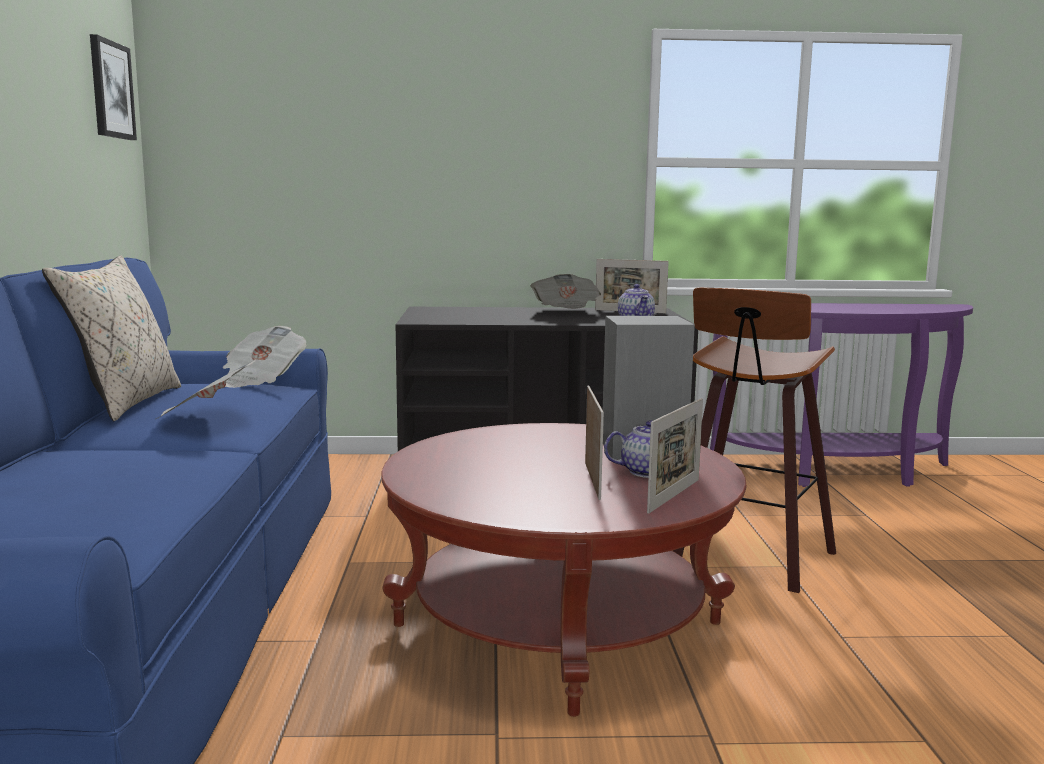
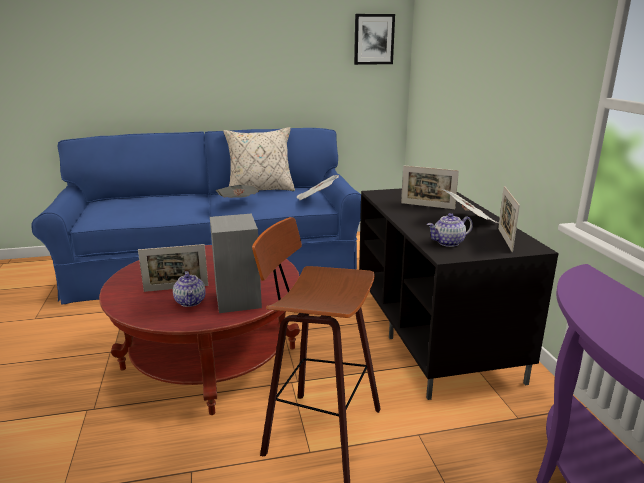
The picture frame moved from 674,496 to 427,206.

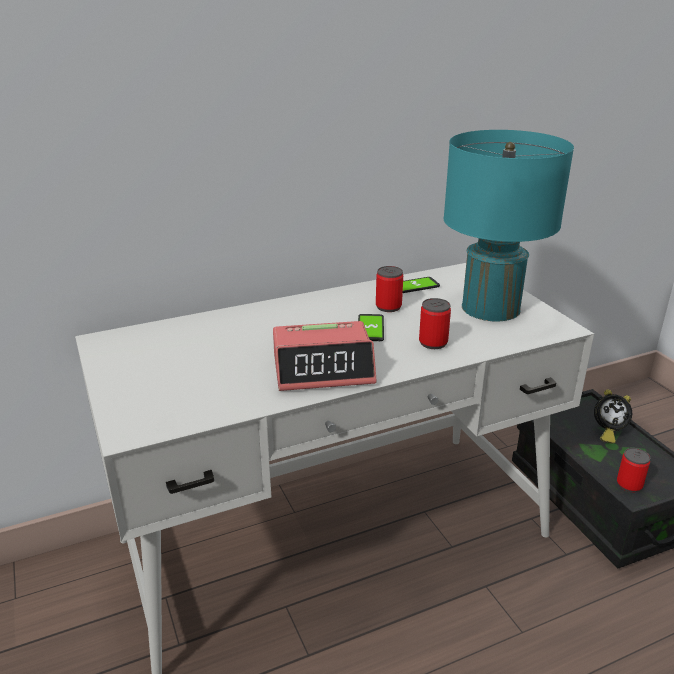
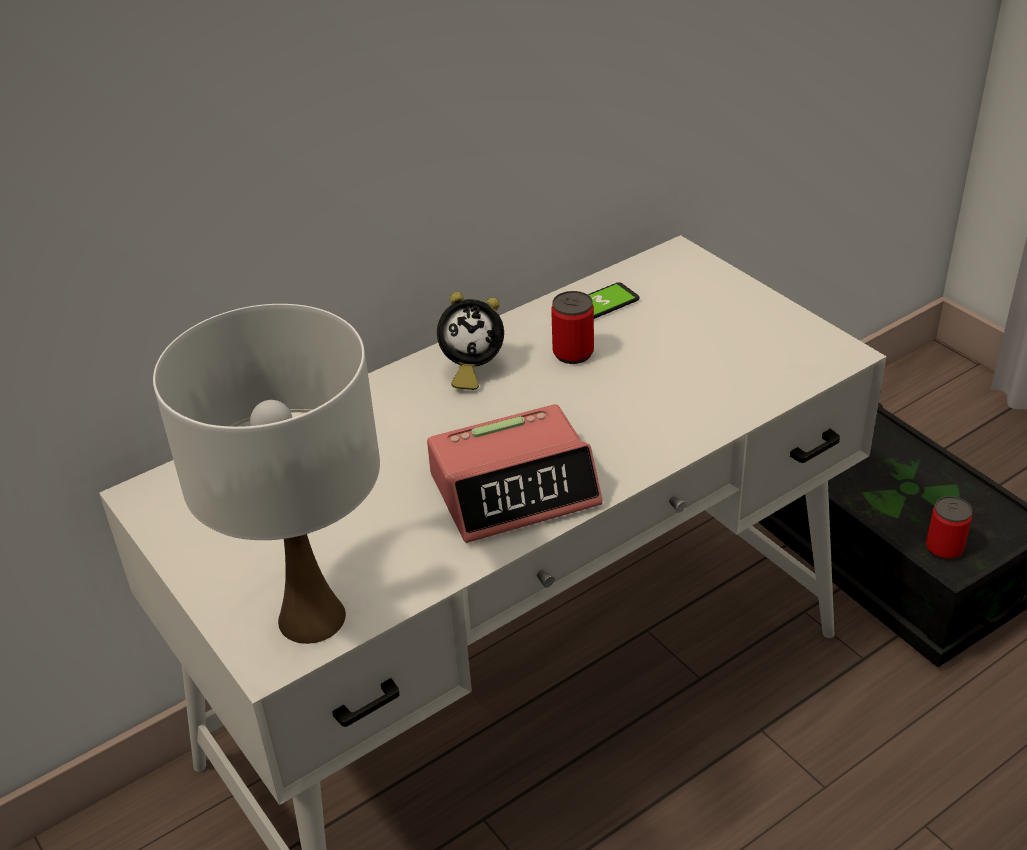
The turquoise table lamp at 490,308 disappeared. The can at 433,343 disappeared. The phone at 370,328 disappeared. The alarm clock moved from 607,432 to 470,370. The white table lamp at 310,618 appeared.

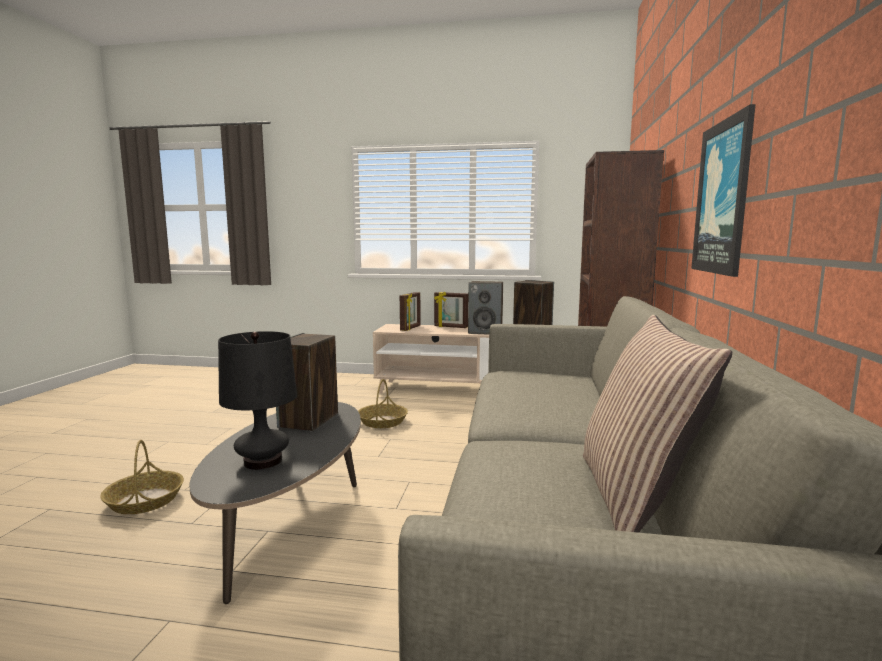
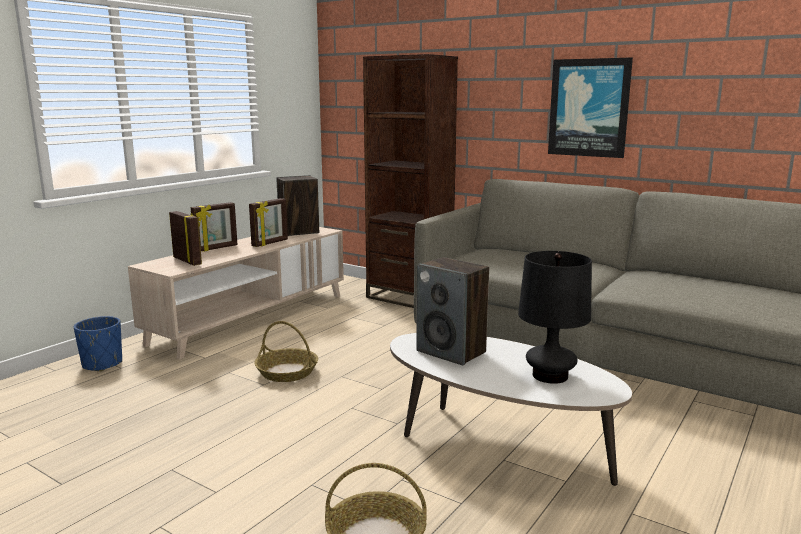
The speaker at 485,332 was replaced by the picture frame at 270,243. The pillow at 635,499 disappeared. The black coffee table at 292,523 became the white coffee table at 497,446. The blue planter at 102,364 appeared.

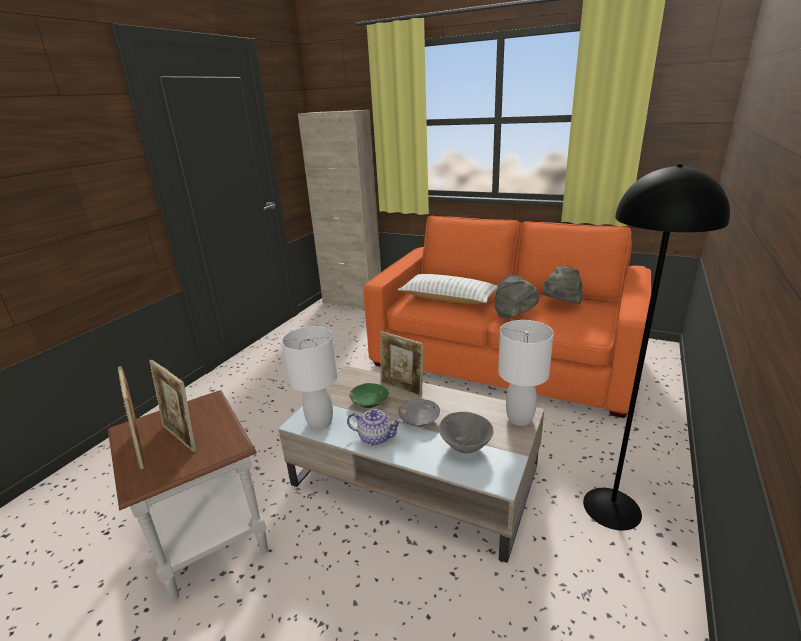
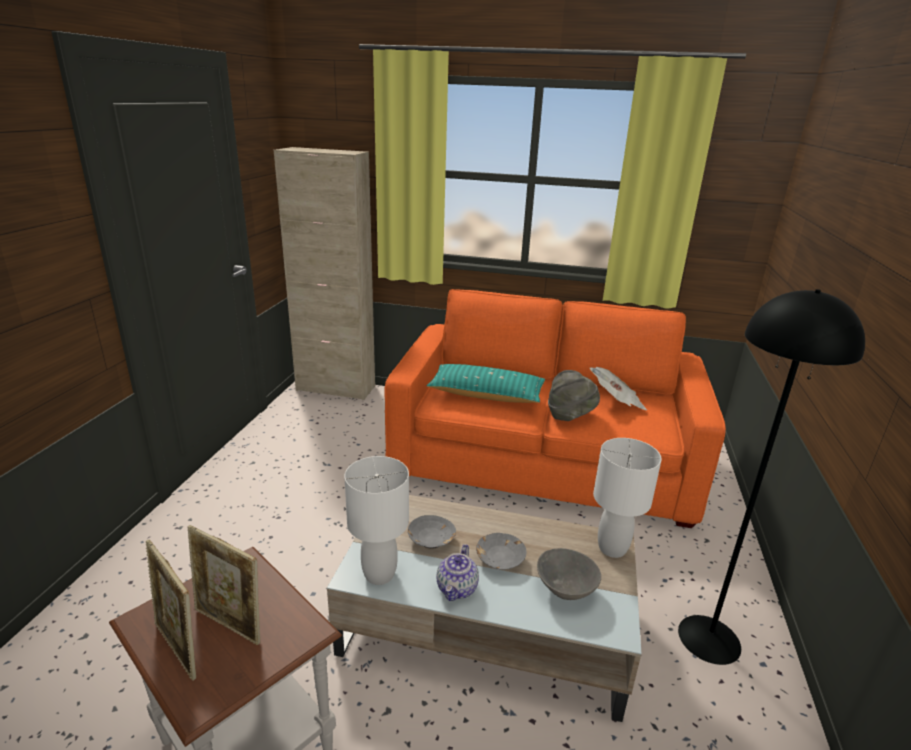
The grey hat at 560,306 was replaced by the newspaper at 616,402. The white pillow at 448,298 became the turquoise pillow at 486,394. The picture frame at 402,389 disappeared. The green bowl at 369,402 became the grey bowl at 431,540. The teapot at 376,437 turned 105 degrees clockwise.

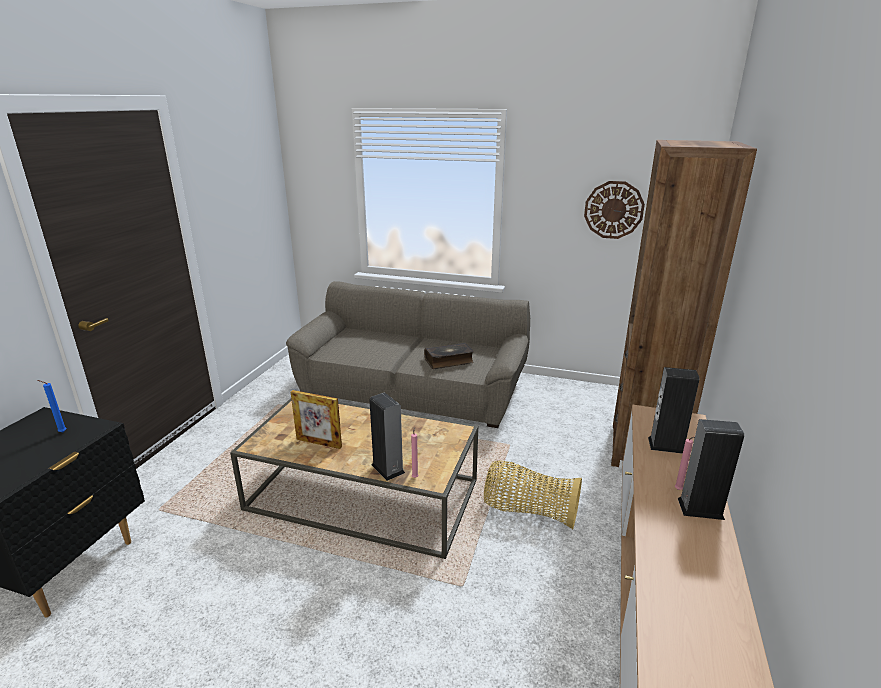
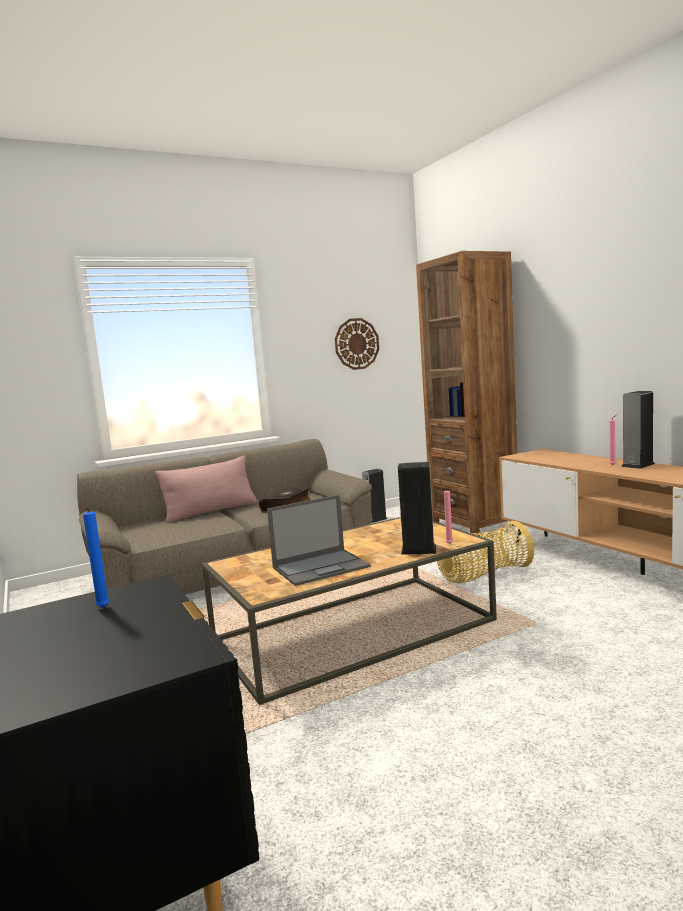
The speaker moved from 666,445 to 375,519. The picture frame at 319,443 was replaced by the laptop at 321,567. The pink pillow at 211,511 appeared.

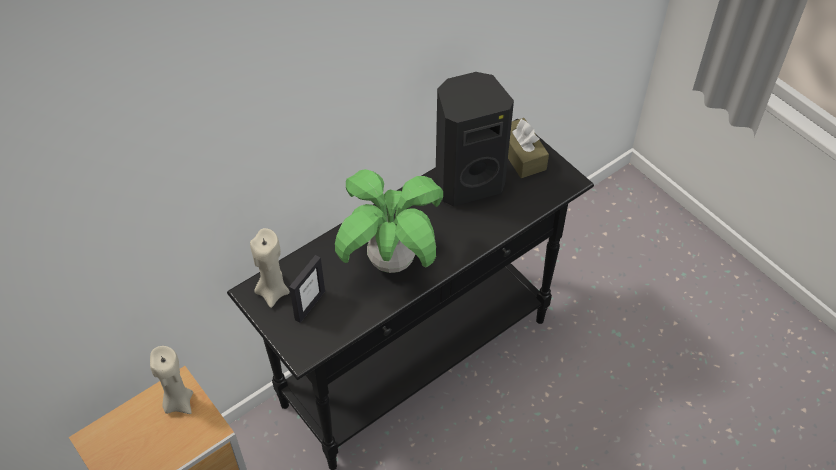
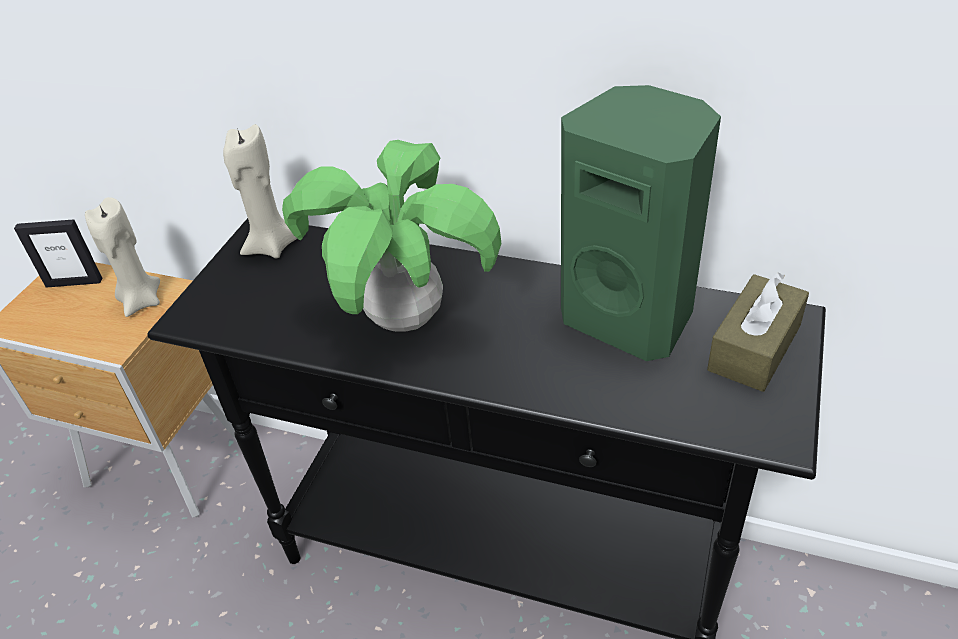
The black speaker at 467,181 became the green speaker at 630,316. The picture frame moved from 309,305 to 74,282.

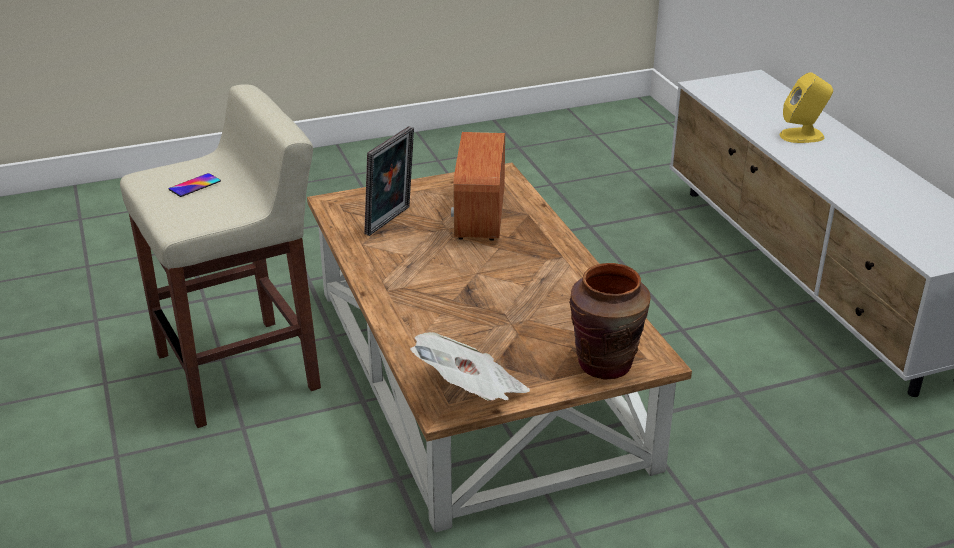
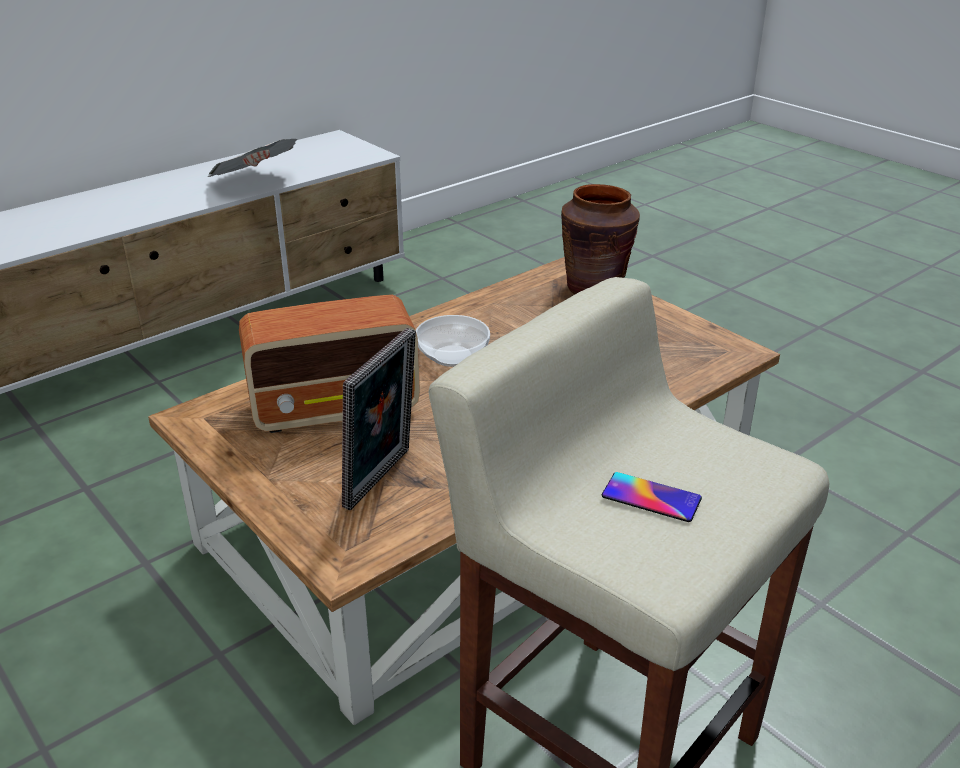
The yellow speaker at 802,136 disappeared. The picture frame at 391,221 turned 105 degrees clockwise. The newspaper moved from 471,392 to 254,182. The bowl at 453,355 appeared.

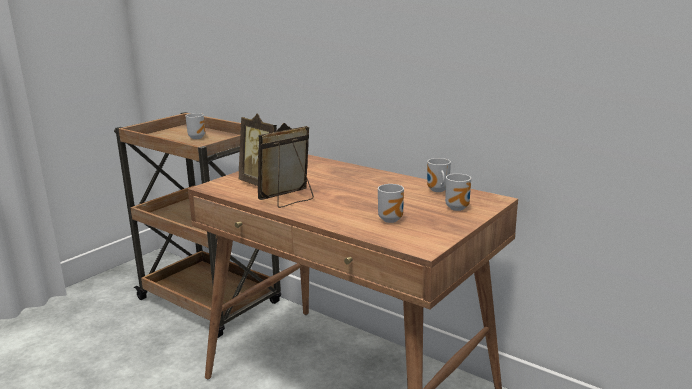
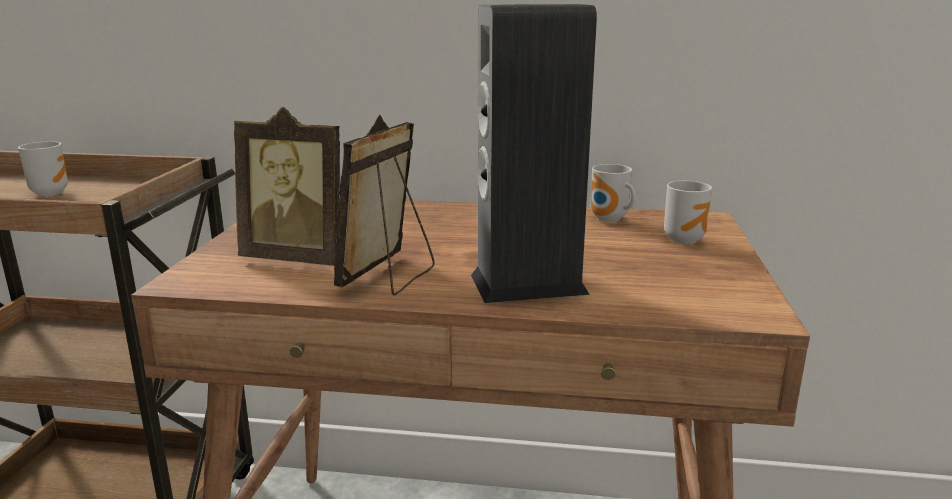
The mug at 392,219 disappeared. The speaker at 528,284 appeared.

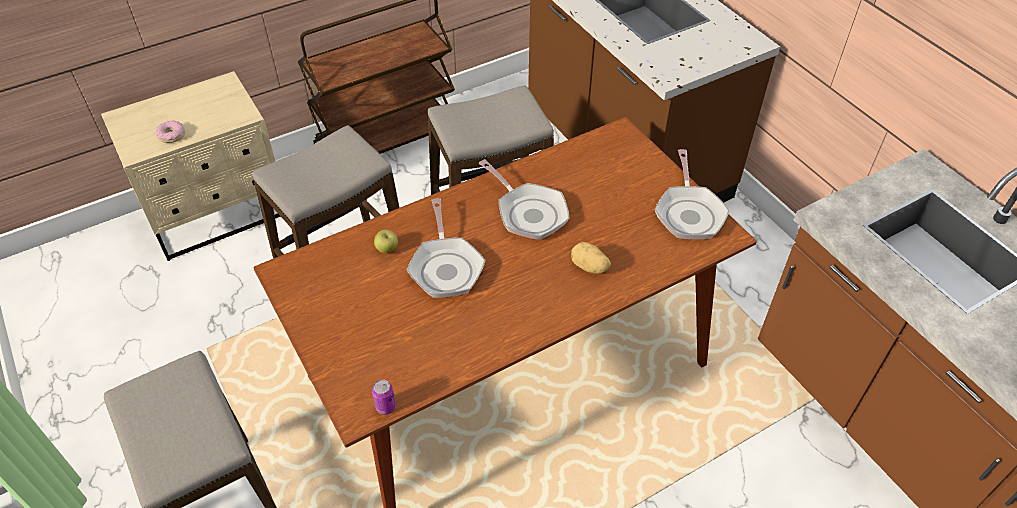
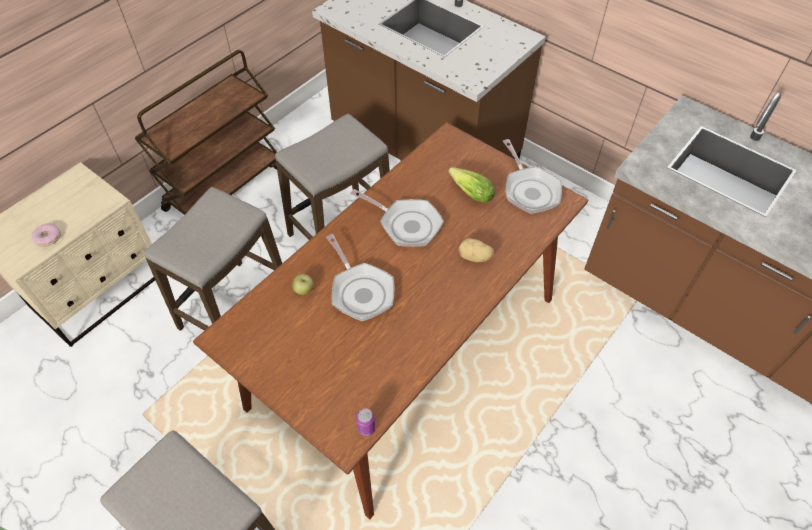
The lettuce at 469,192 appeared.

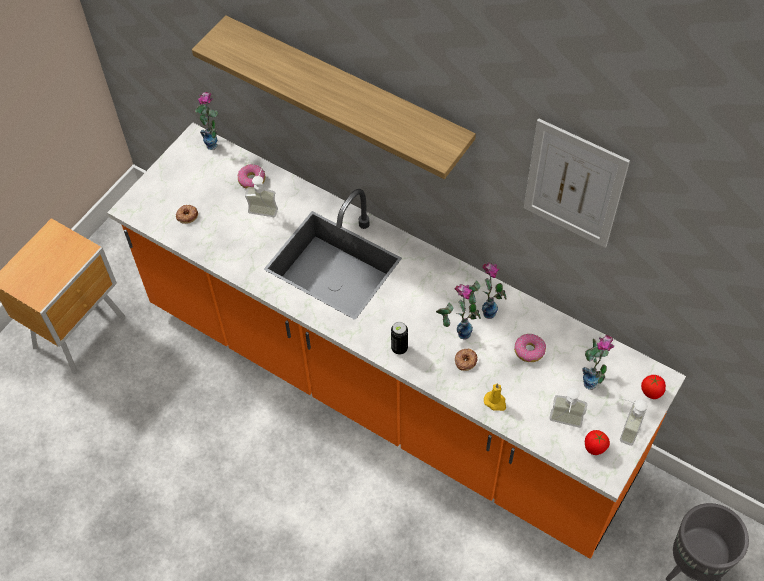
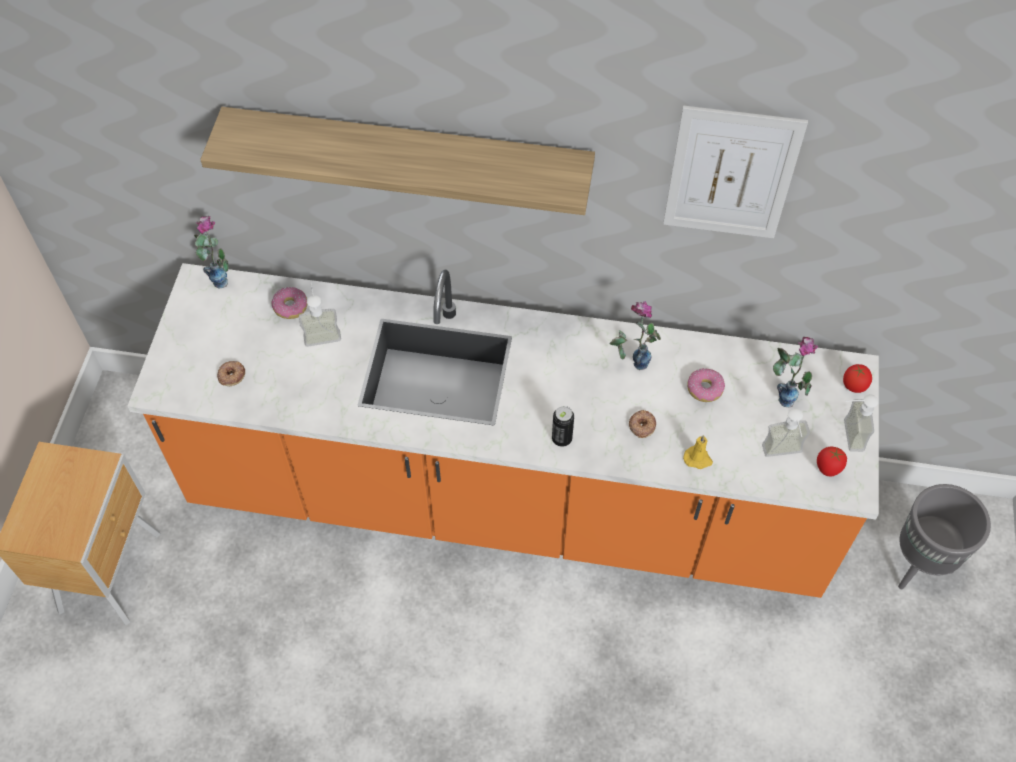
The vase at 456,330 disappeared.

